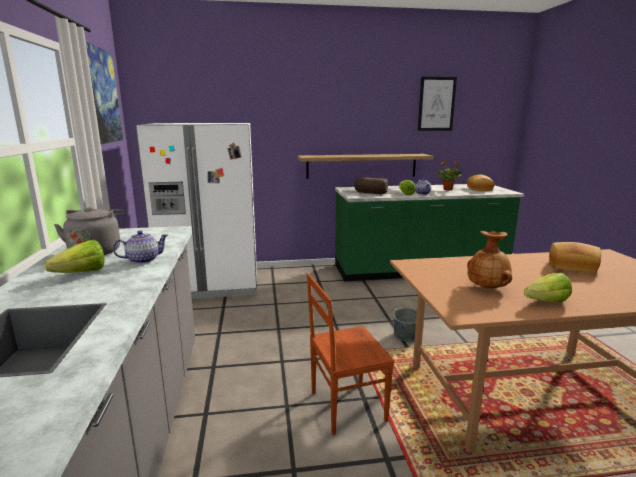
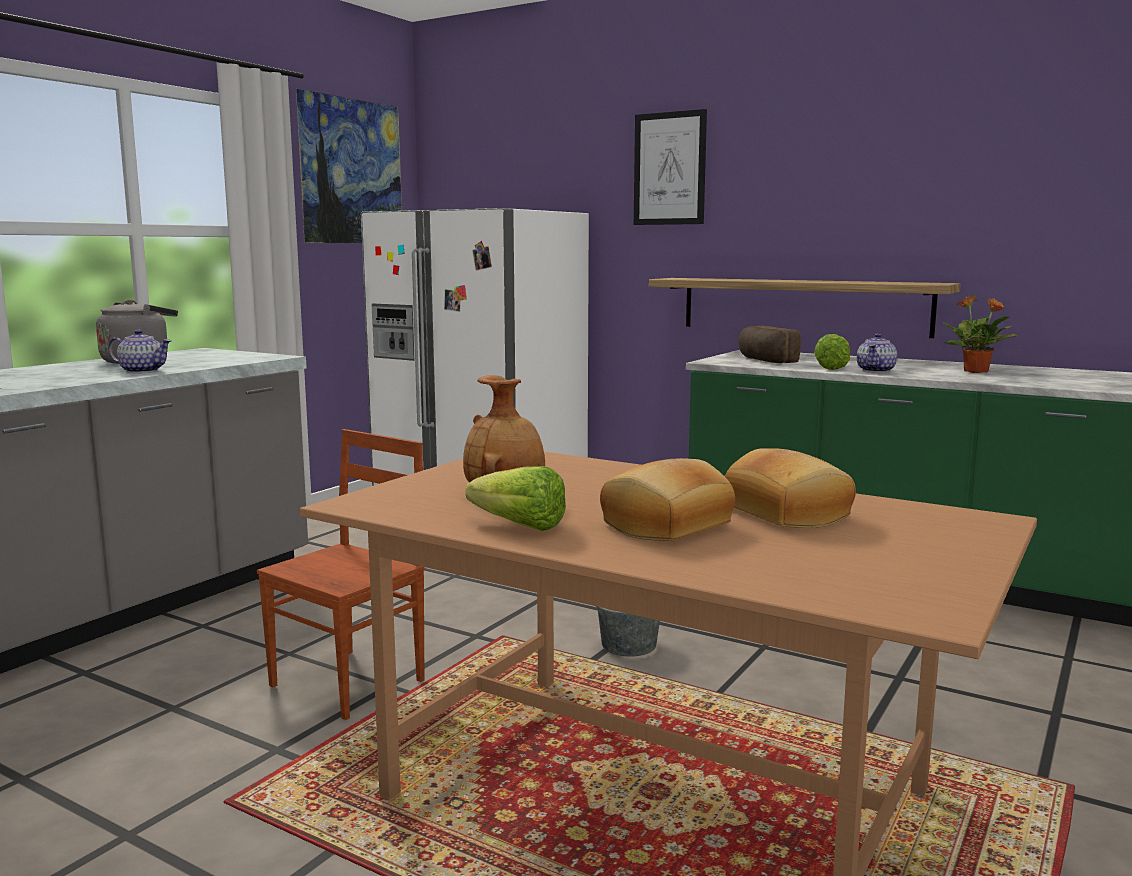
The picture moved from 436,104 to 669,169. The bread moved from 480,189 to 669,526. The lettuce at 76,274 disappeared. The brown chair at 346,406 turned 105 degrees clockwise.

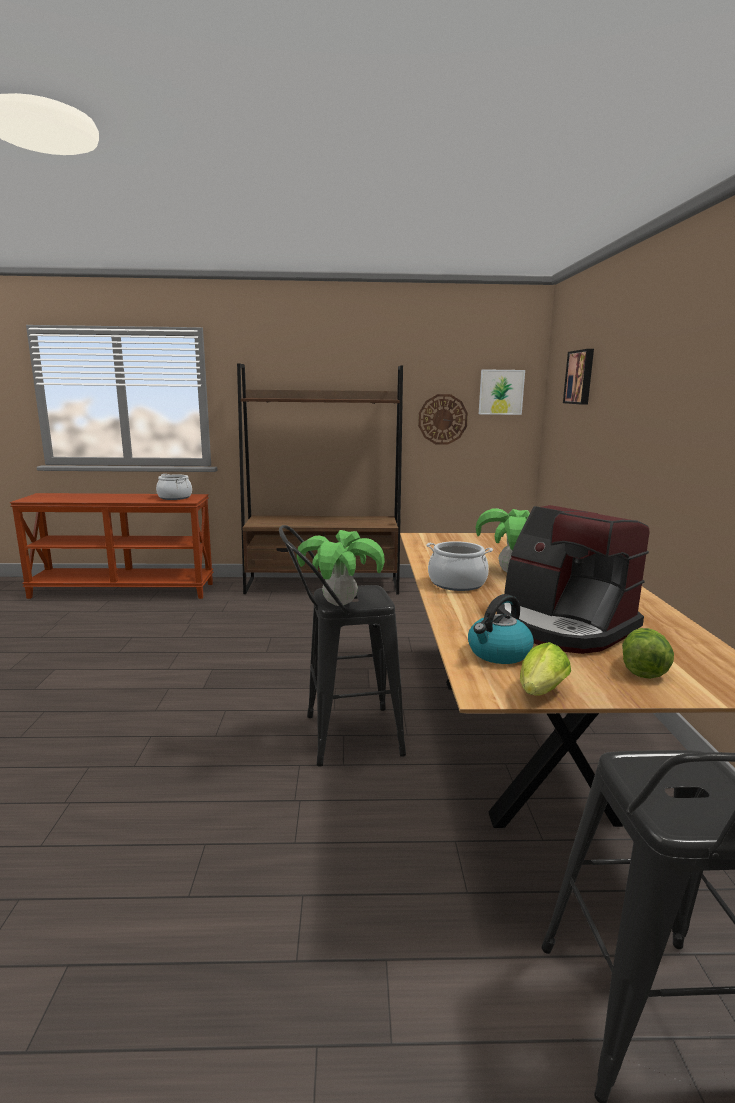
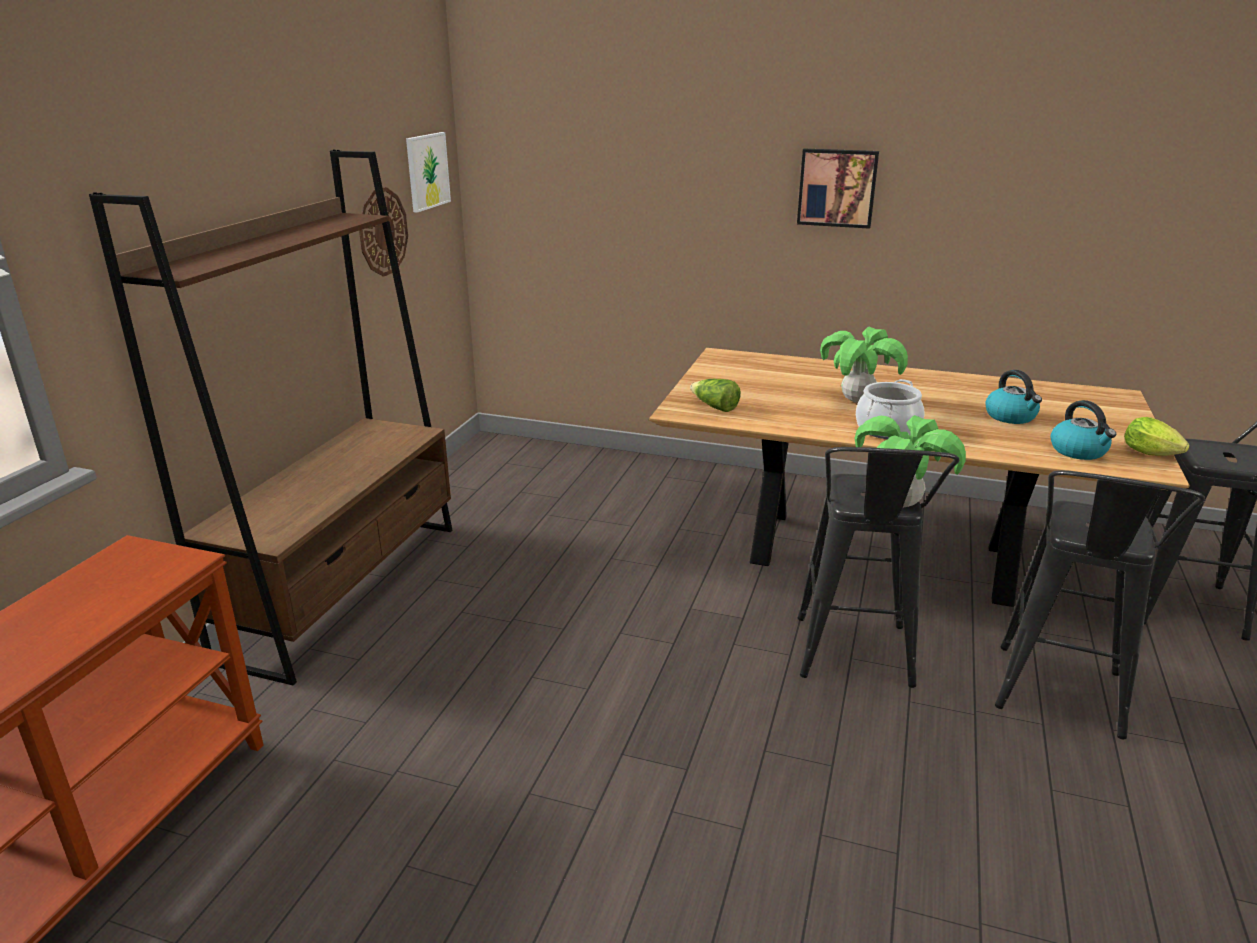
The picture moved from 580,377 to 837,187. The cooking pot at 175,497 disappeared. The coffee machine at 562,626 was replaced by the kettle at 1011,417. The lettuce moved from 642,668 to 714,407. The black stool at 1057,700 appeared.

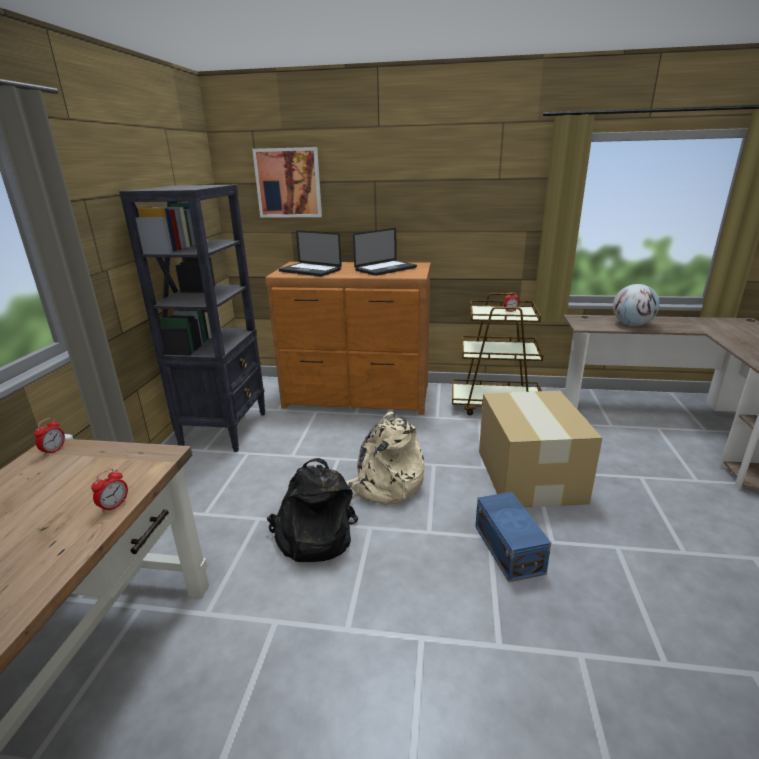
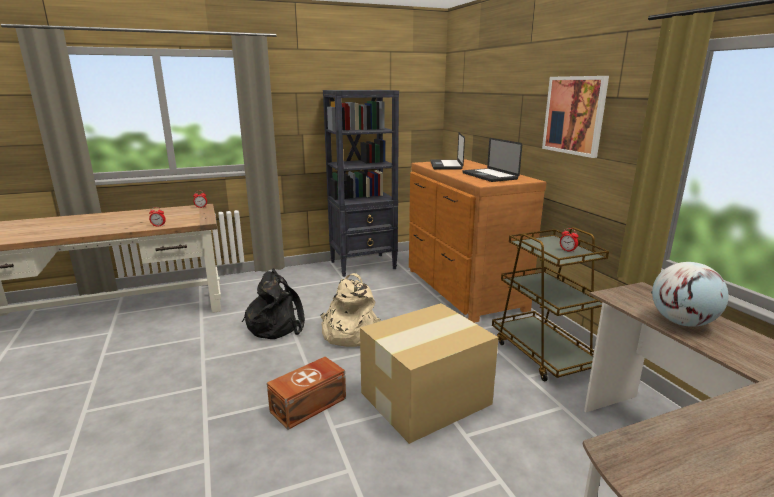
The picture moved from 288,183 to 574,115. The laptop at 386,269 turned 45 degrees clockwise. The blue storage box at 509,548 became the brown storage box at 310,405.

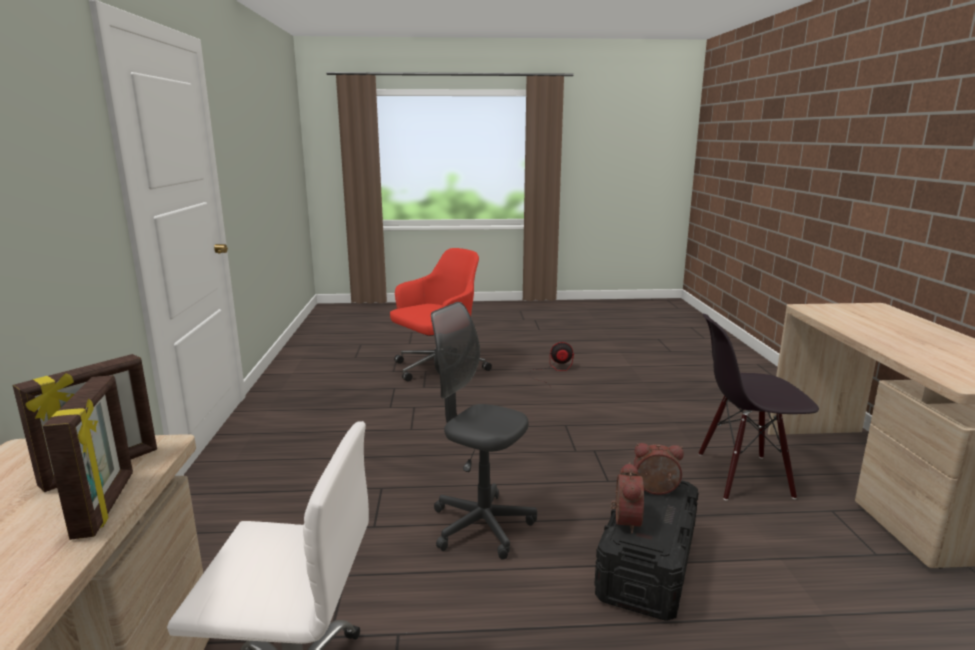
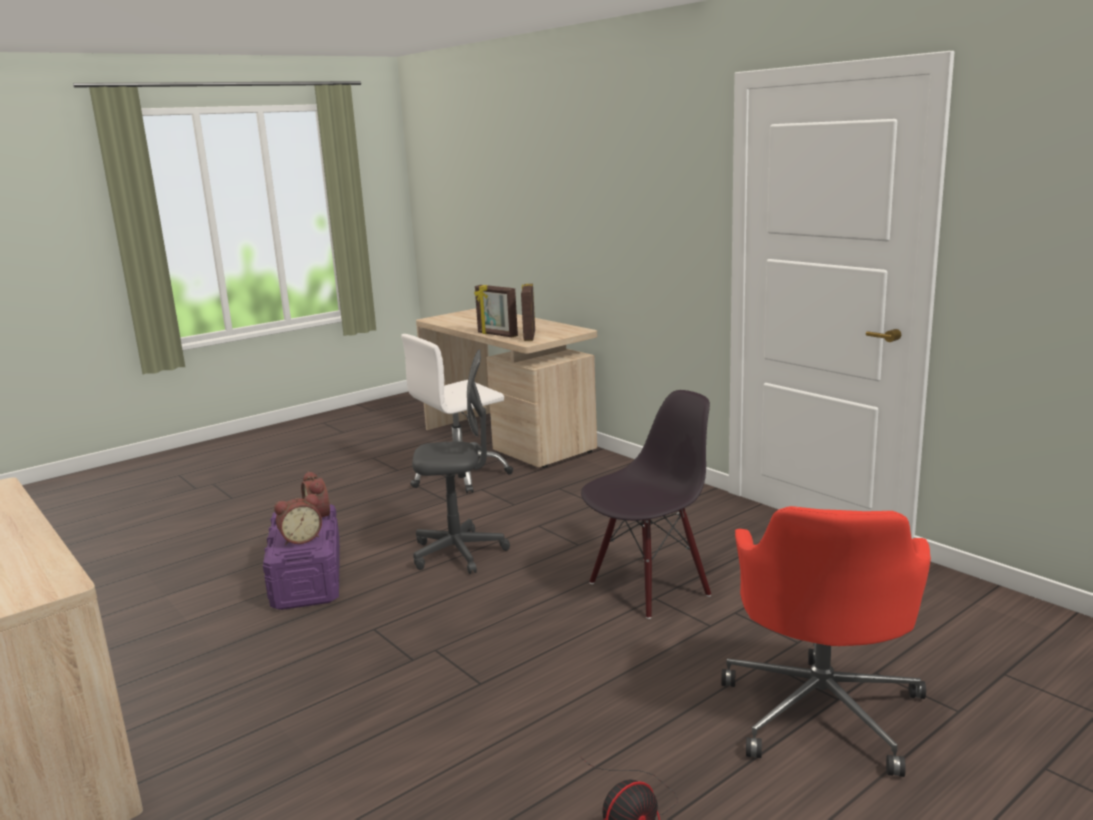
The black chair moved from 743,476 to 648,587. The black storage box at 646,564 became the purple storage box at 307,577.

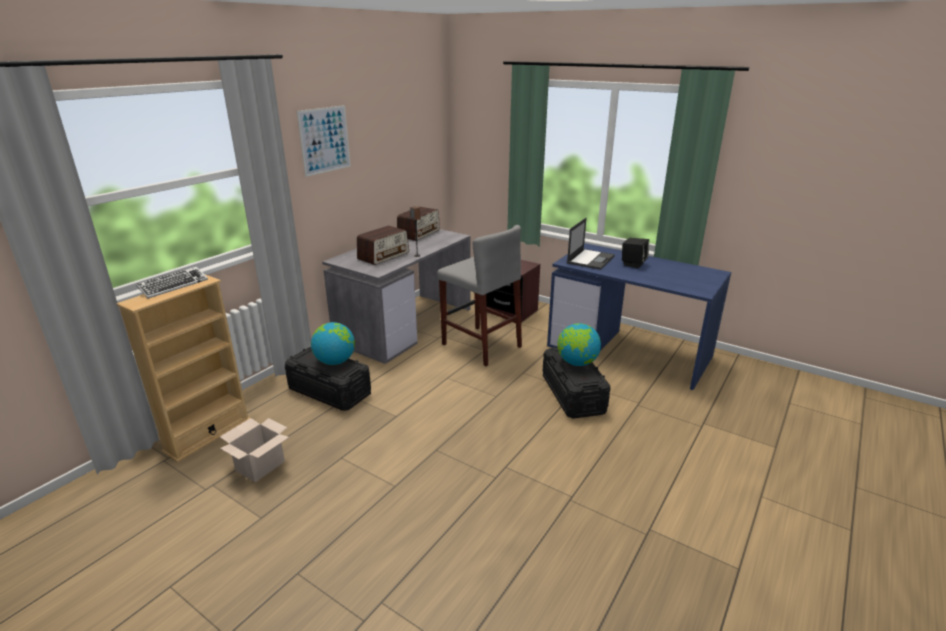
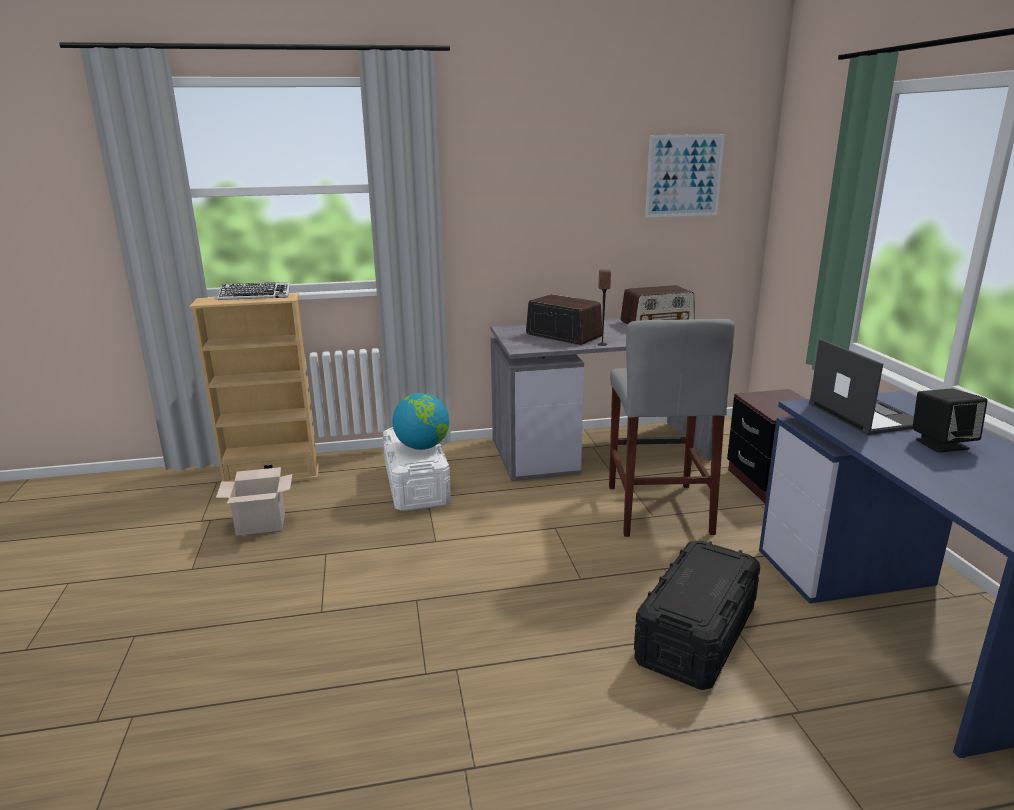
The picture moved from 325,140 to 684,176. The laptop at 590,259 turned 90 degrees counterclockwise. The radio at 384,256 turned 135 degrees counterclockwise. The globe at 577,363 disappeared. The black storage box at 330,391 became the white storage box at 416,484.

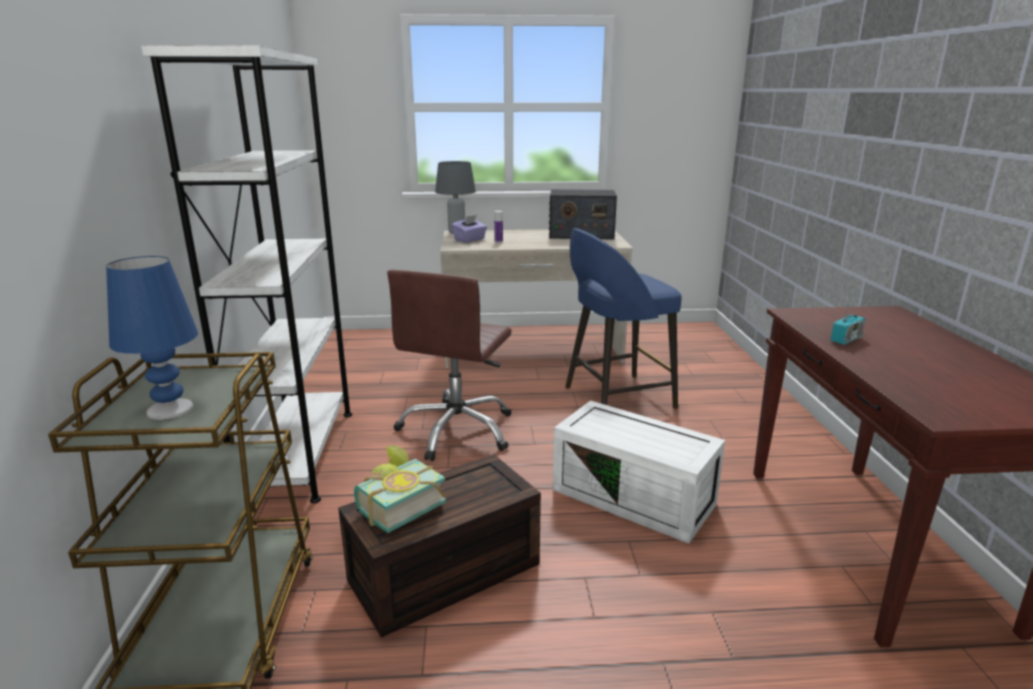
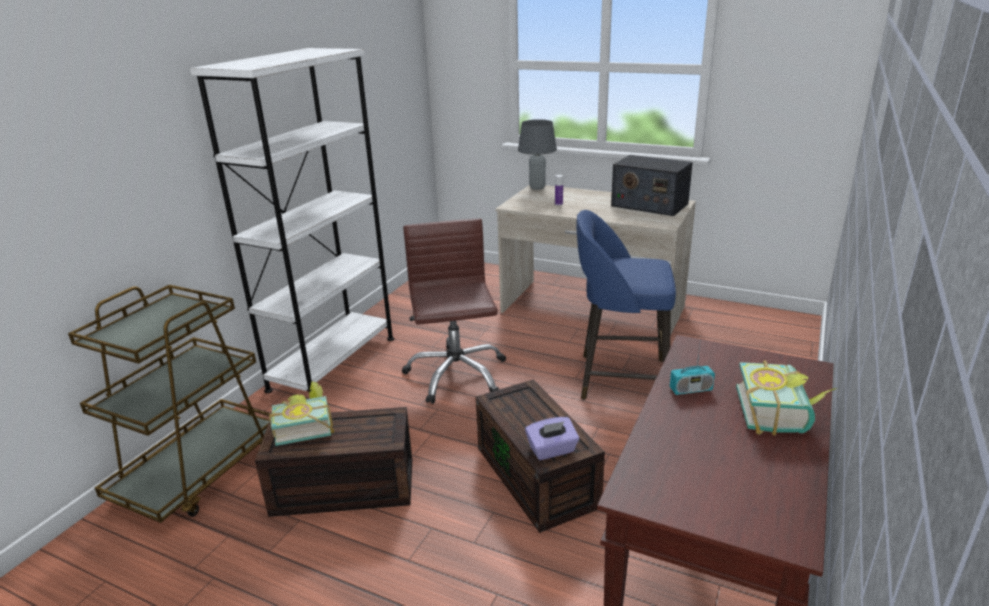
The purple tissue box moved from 470,240 to 552,450. The blue table lamp at 171,409 disappeared. The brown office chair at 457,430 turned 120 degrees clockwise. The white storage box at 636,496 became the brown storage box at 539,477. The book at 780,414 appeared.

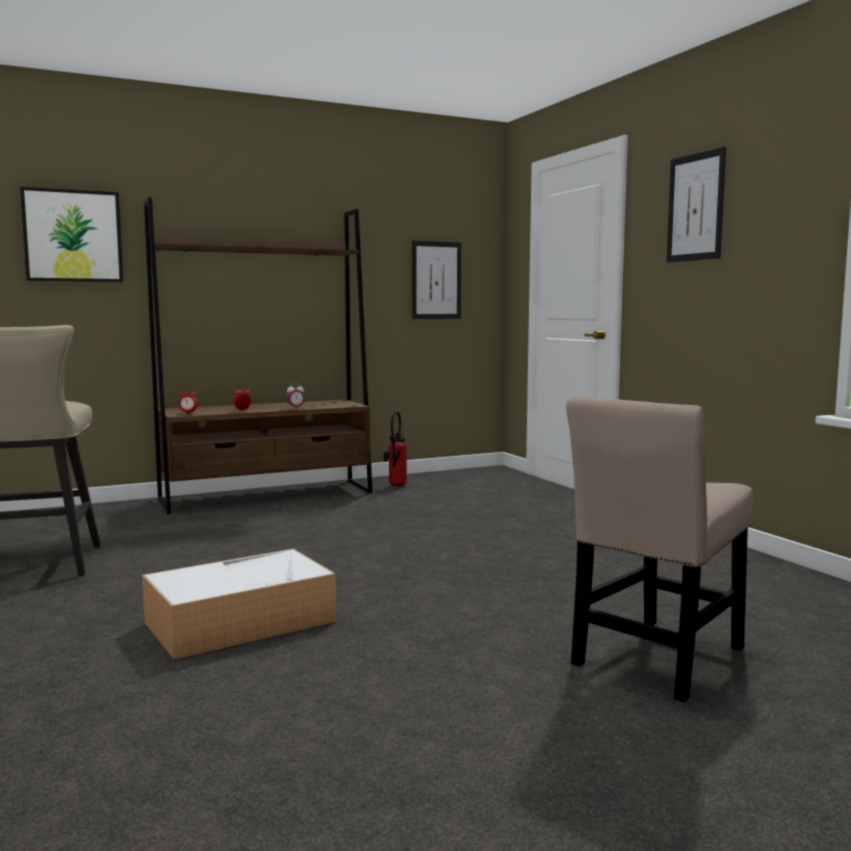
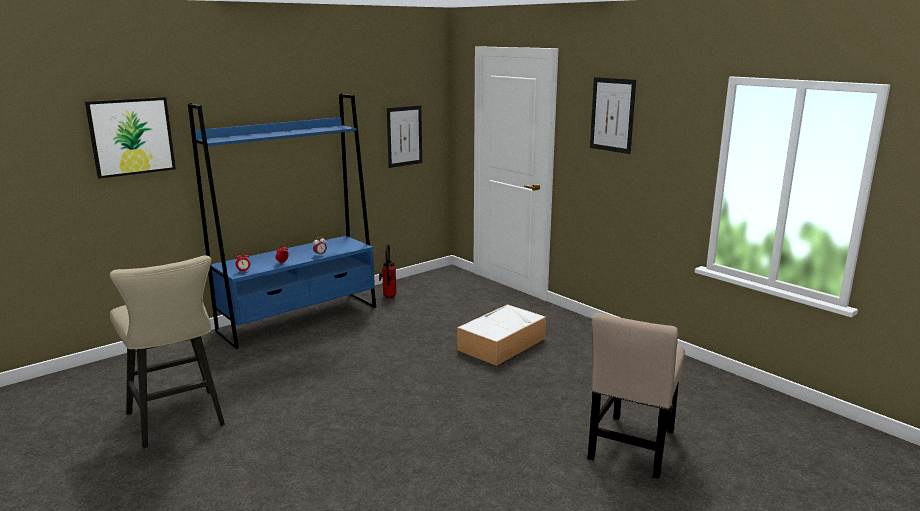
The brown bookcase at 267,496 became the blue bookcase at 299,319. The storage box moved from 243,621 to 502,343.

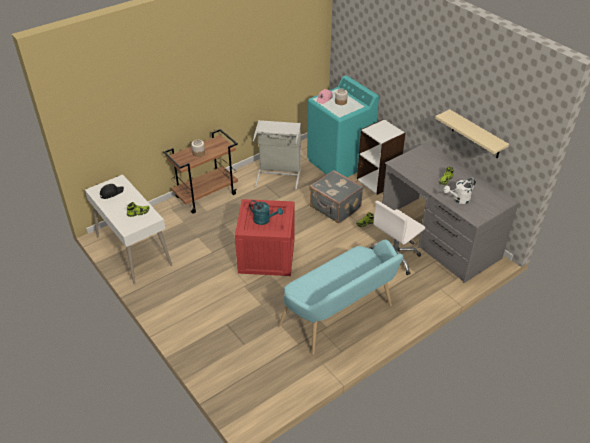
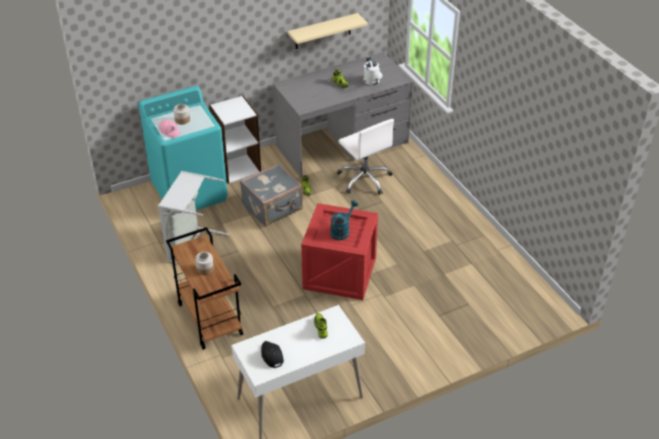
The turquoise bench at 340,318 disappeared.

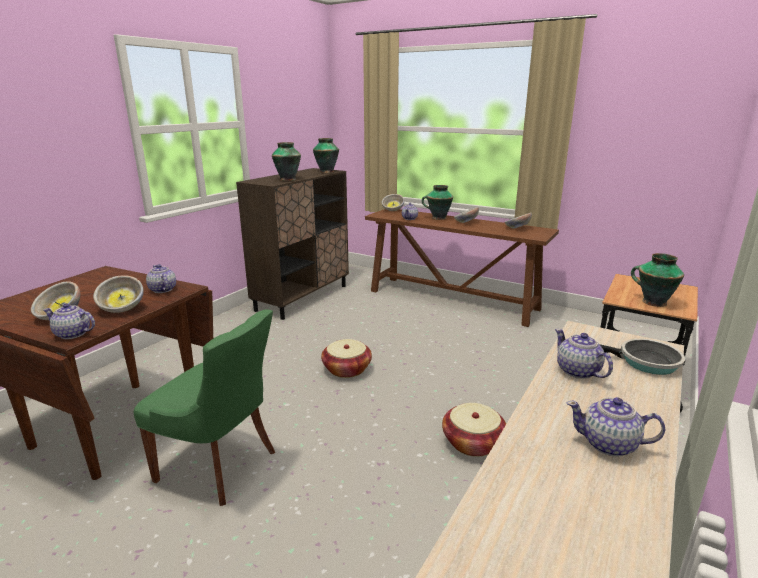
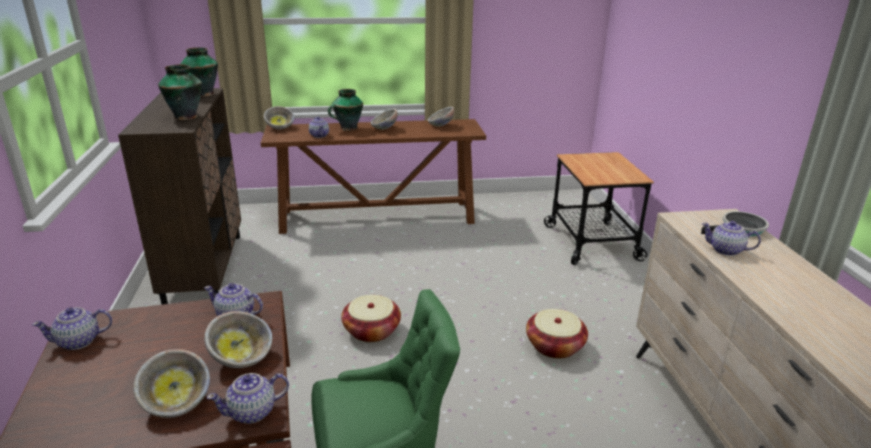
The vase at 652,302 disappeared. The teapot moved from 609,444 to 79,341.

